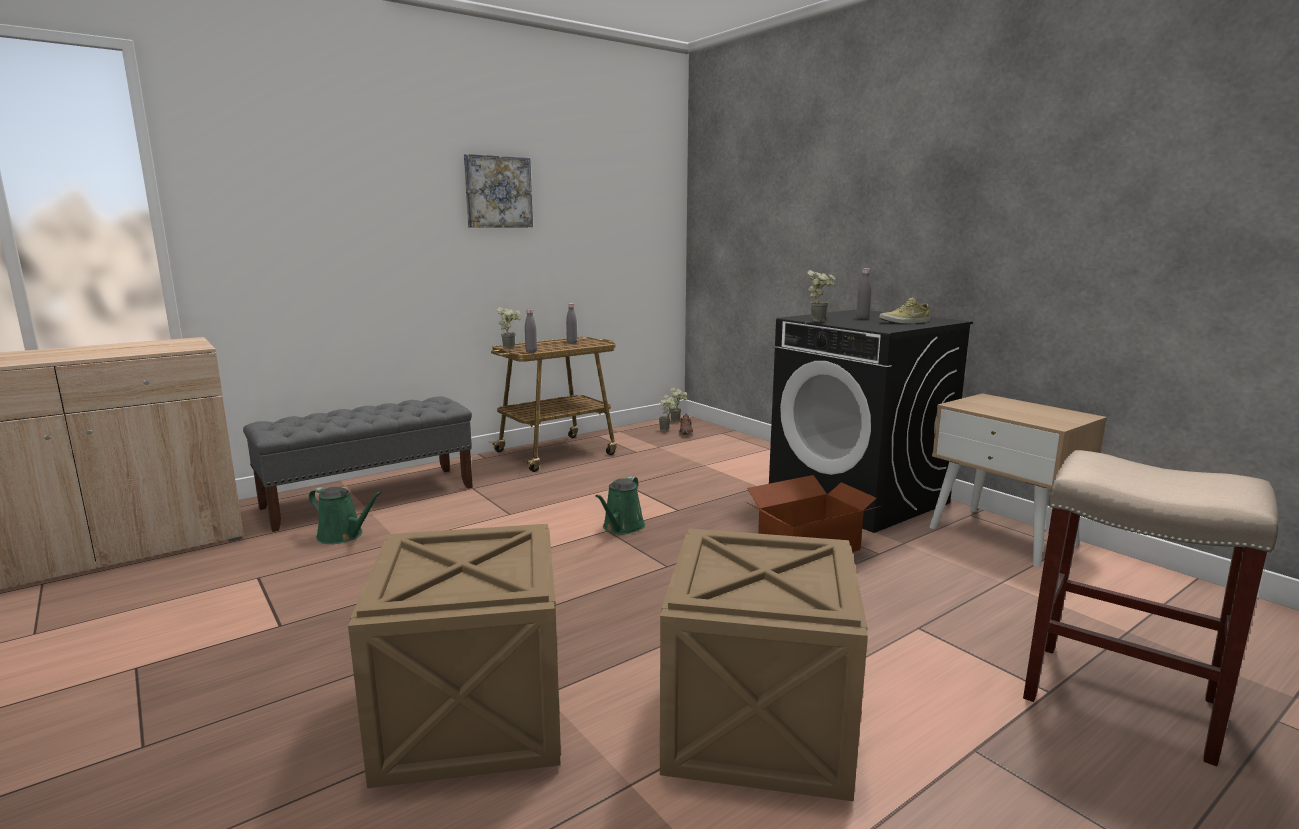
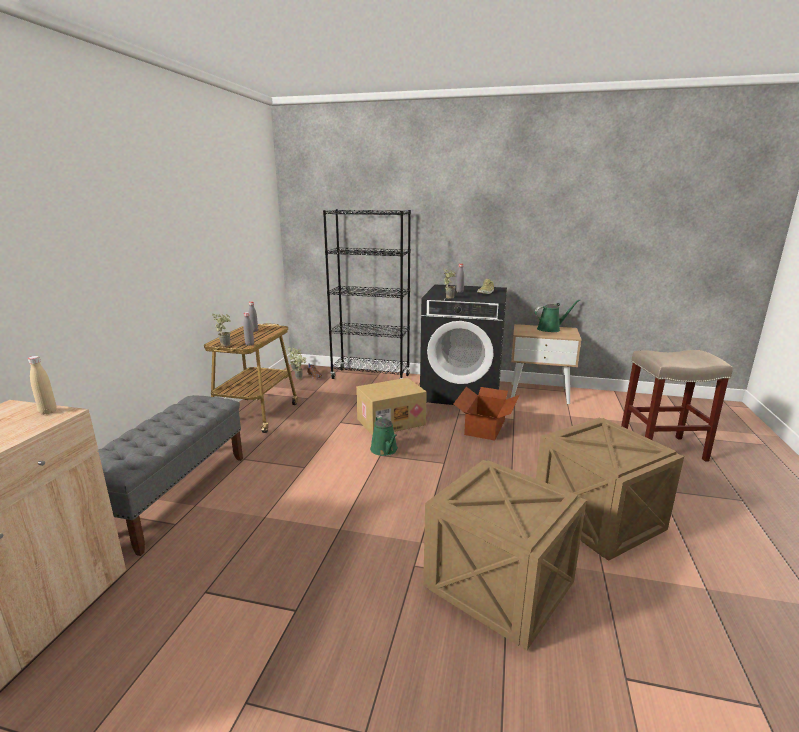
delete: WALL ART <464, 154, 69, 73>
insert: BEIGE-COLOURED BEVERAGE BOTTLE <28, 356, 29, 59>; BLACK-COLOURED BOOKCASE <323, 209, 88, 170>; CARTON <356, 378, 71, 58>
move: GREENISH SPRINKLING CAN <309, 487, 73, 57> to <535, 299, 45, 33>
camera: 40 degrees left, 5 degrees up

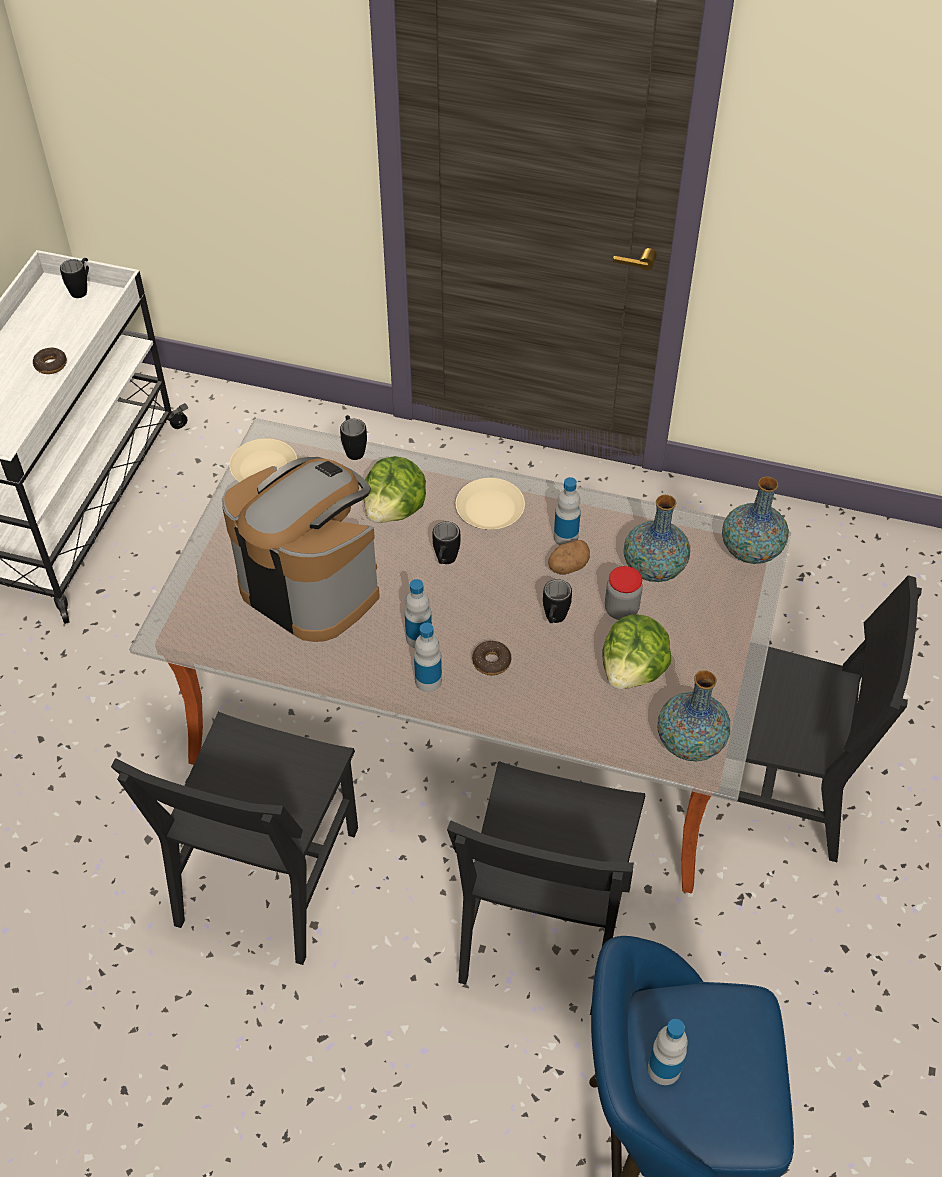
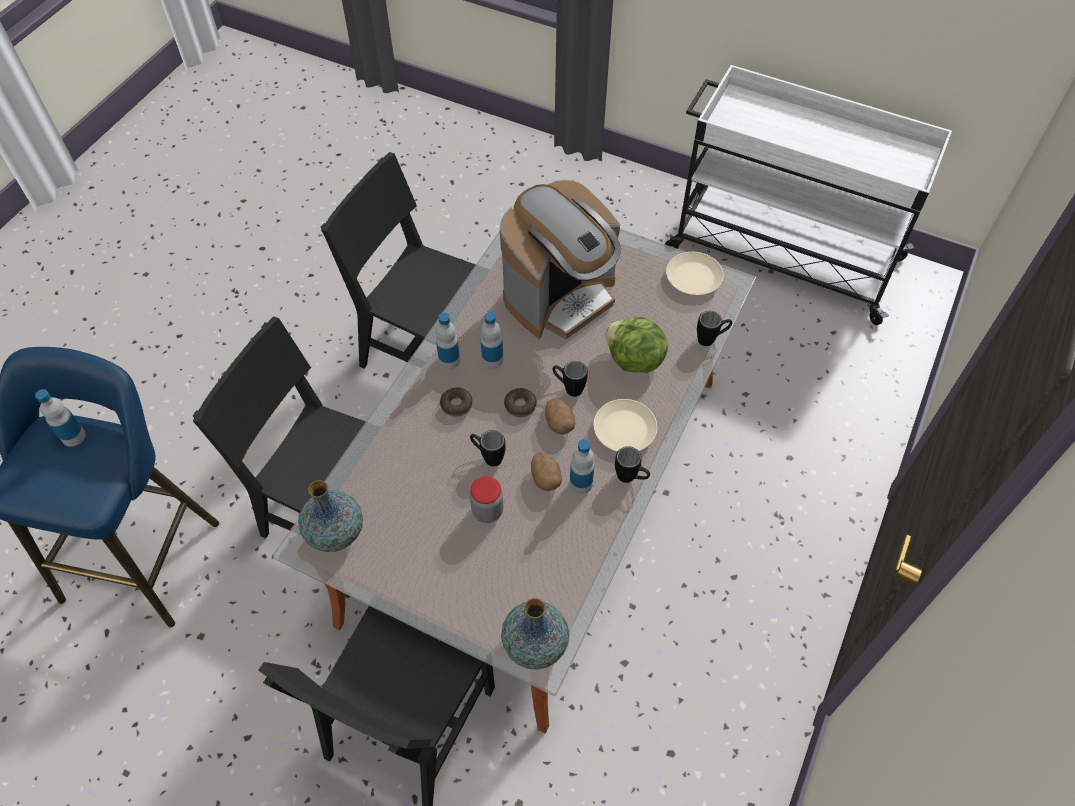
delete: LETTUCE HEAD <602, 615, 69, 74>; VASE <624, 495, 66, 87>
insert: WHOLE POTATO <545, 398, 30, 37>
move: RING DOUGHNUT <33, 348, 34, 26> to <504, 388, 33, 29>; BLACK-COLOURED COFFEE MUG <60, 258, 29, 40> to <615, 446, 35, 37>
camera: 100 degrees right, 5 degrees up

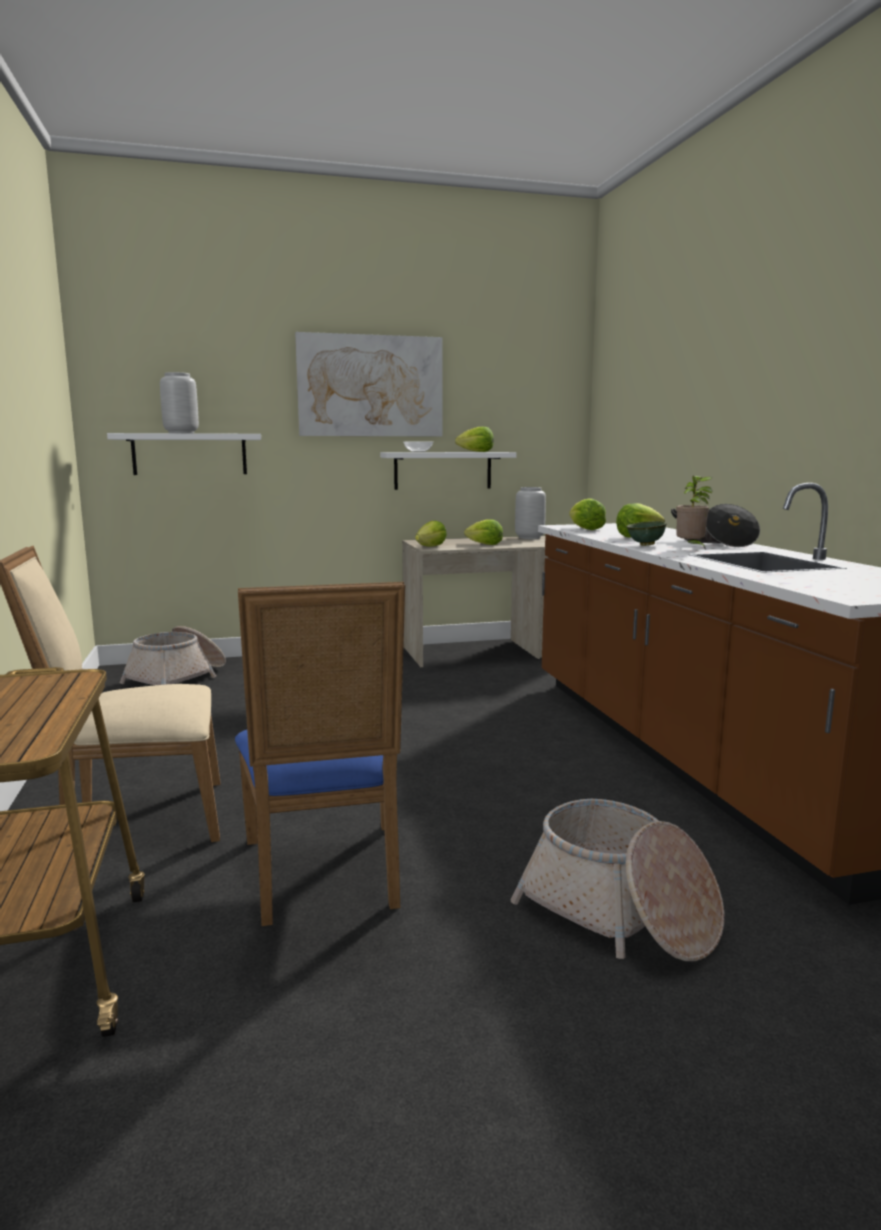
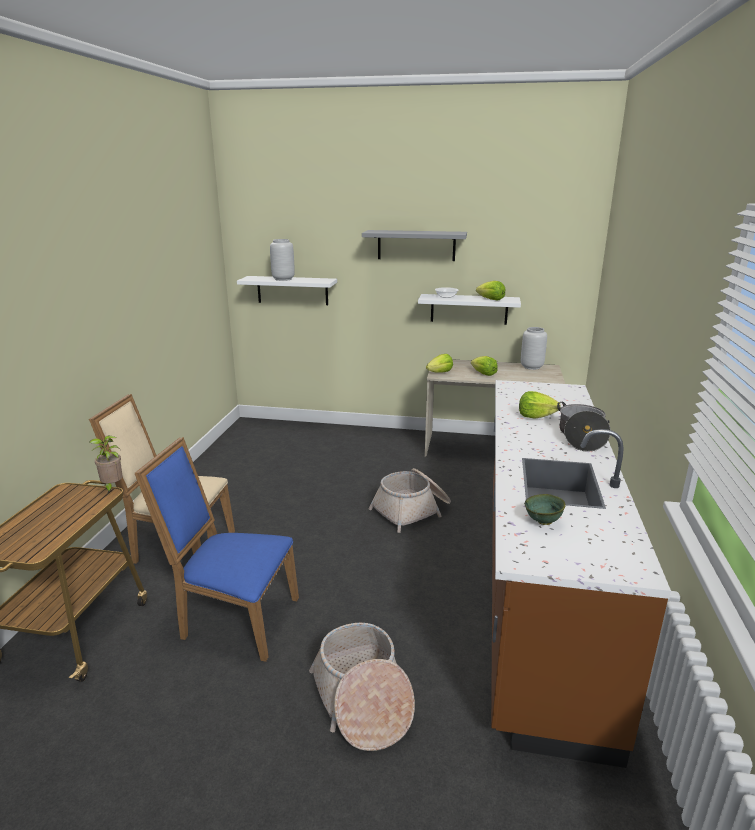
delete: LETTUCE HEAD <569, 498, 37, 32>
move: PLANT IN A POT <676, 476, 37, 74> to <90, 436, 33, 57>; BASKET <120, 626, 106, 59> to <369, 468, 82, 65>; GREENISH DEEP DISH <626, 521, 41, 25> to <525, 494, 41, 31>
replace: WALL ART <295, 332, 148, 104> to GREYISH WALL SHELF <362, 230, 105, 31>
rotate: BLUISH PLAIN CHAIR <235, 582, 170, 344> = <135, 437, 164, 225> 90 degrees clockwise
camera: 25 degrees right, 10 degrees up

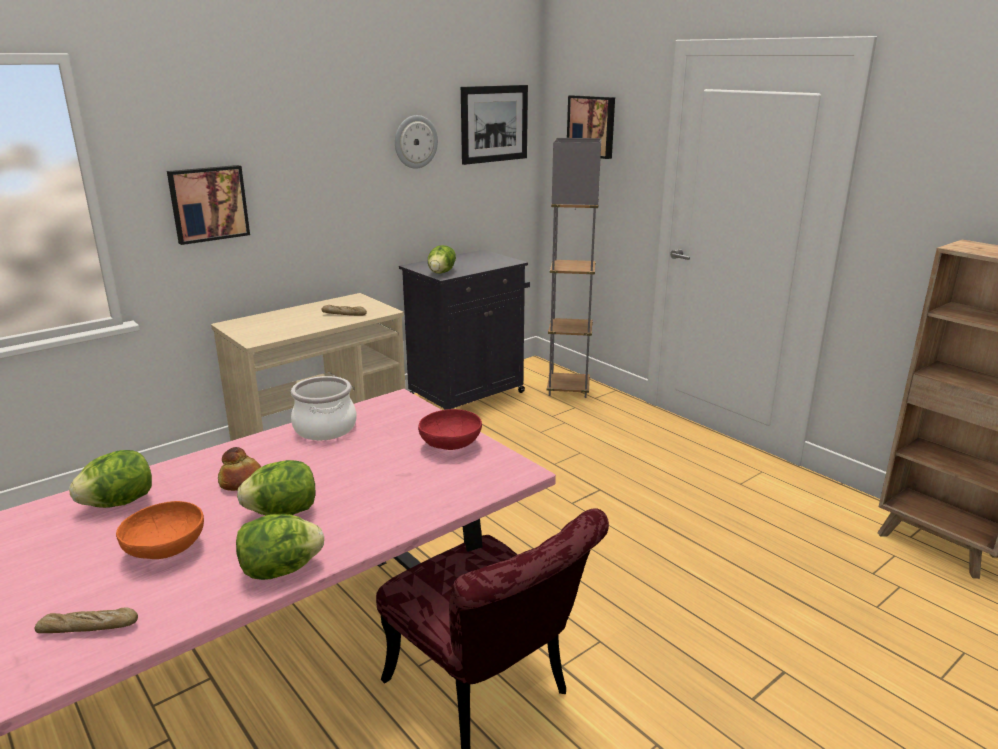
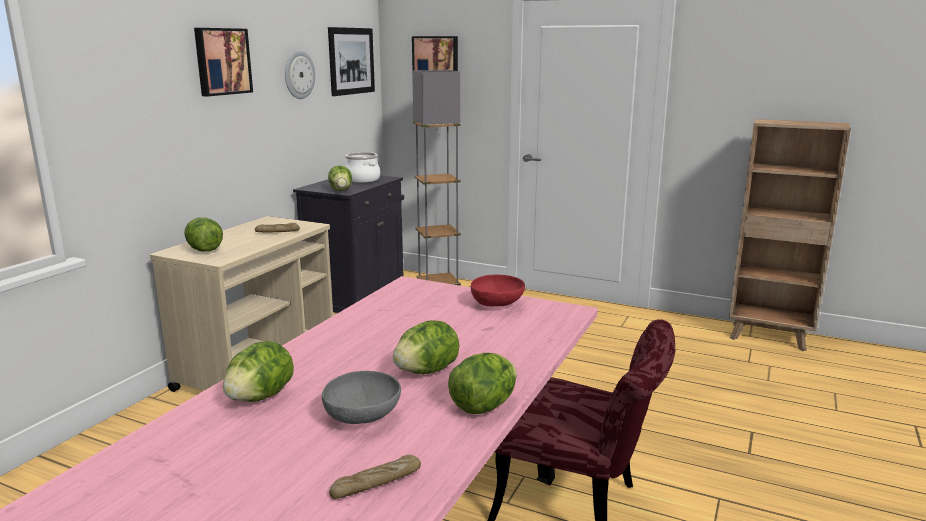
delete: BREAD <218, 447, 43, 44>
insert: LETTUCE HEAD <184, 217, 39, 34>
move: WALL ART <167, 165, 83, 80> to <194, 28, 59, 69>; STOCKPOT <291, 376, 66, 64> to <345, 152, 35, 31>
recolor: ORANGEY DEEP DISH <116, 501, 88, 58> to GREYISH DEEP DISH <322, 371, 79, 53>
camera: 25 degrees left, 5 degrees down

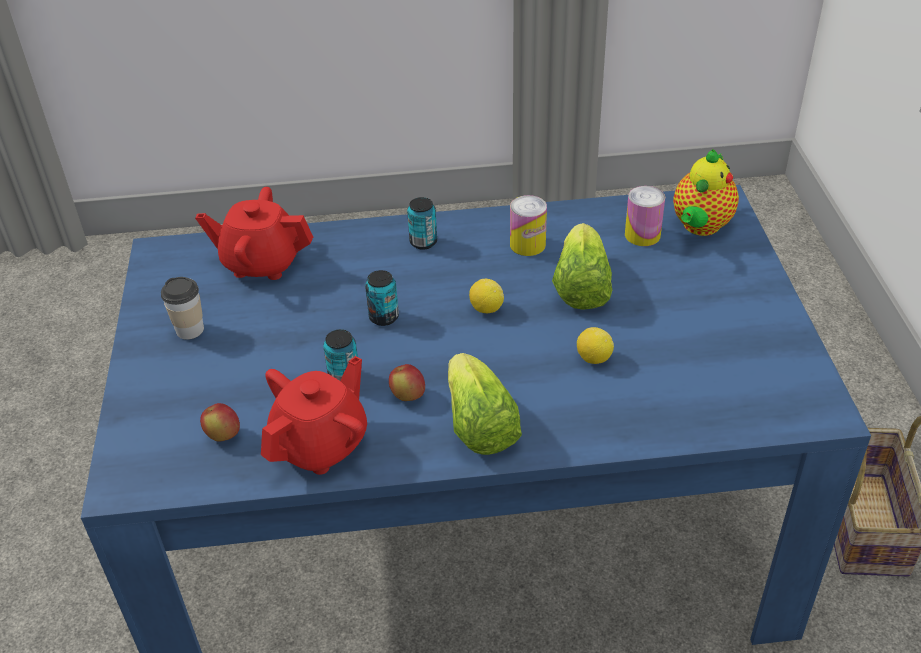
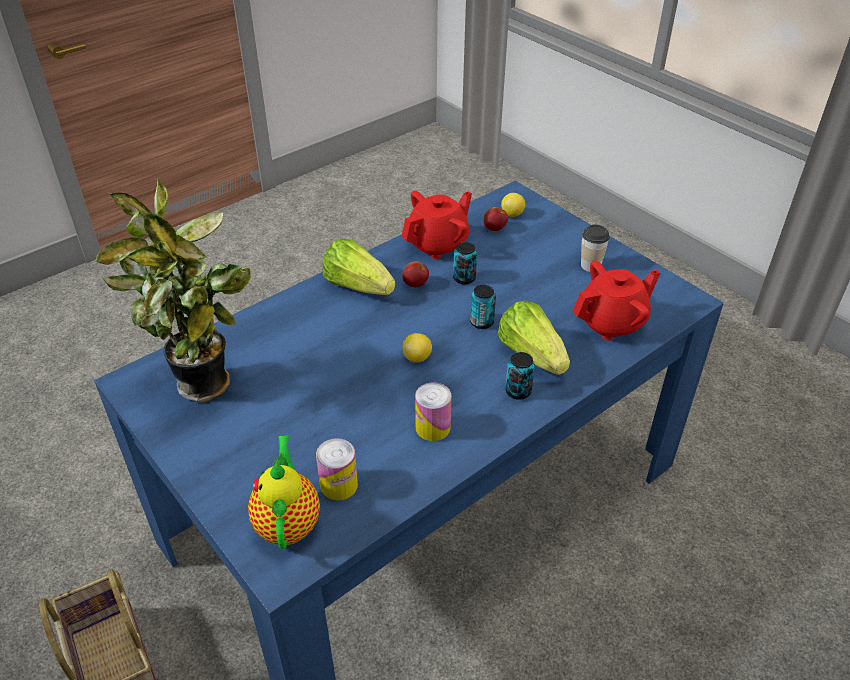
insert: PLANT IN A POT <95, 178, 156, 225>
move: LETTUCE HEAD <552, 223, 60, 87> to <497, 301, 73, 74>; WHOLE LEMON <577, 327, 37, 37> to <501, 193, 24, 24>
rotate: RED-COLOURED TEA POT <261, 356, 106, 119> = <401, 191, 71, 68> 135 degrees counterclockwise
camera: 145 degrees right, 0 degrees up

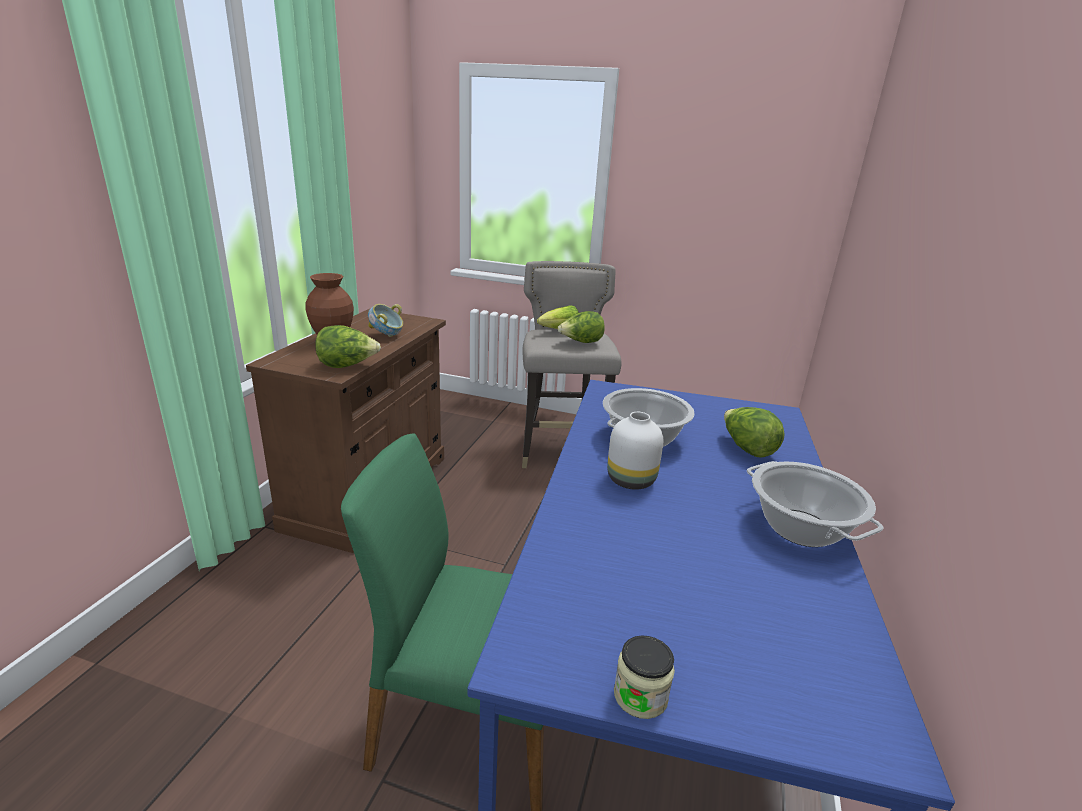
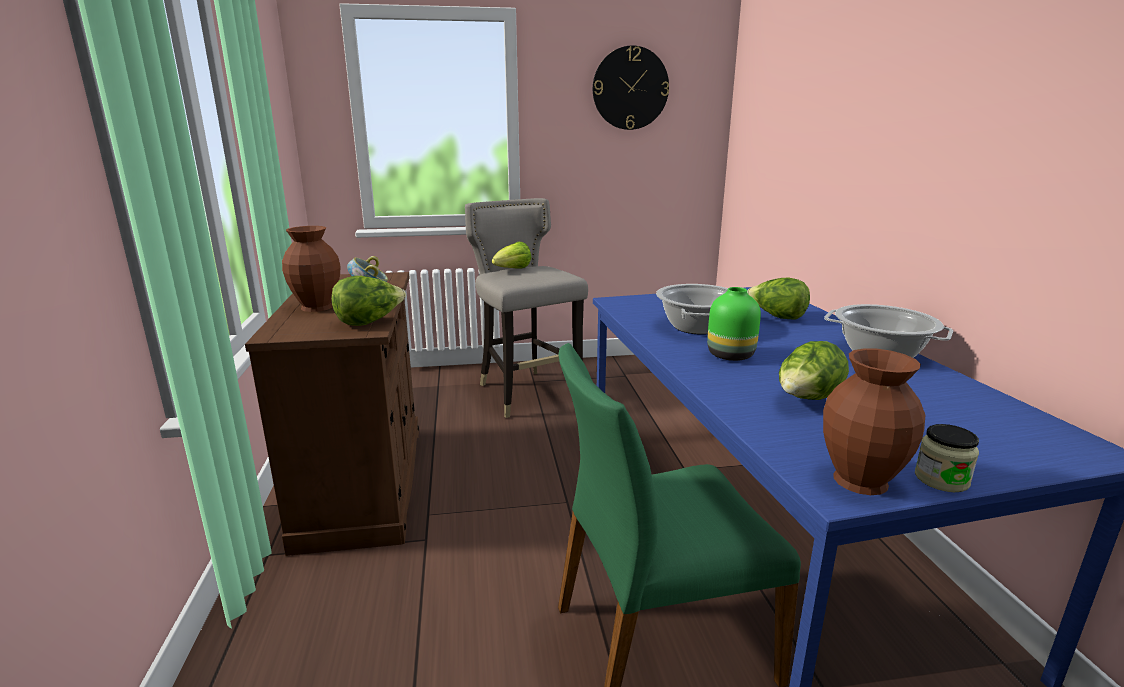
insert: HANGING CLOCK <593, 46, 76, 84>; BROWN VASE <823, 348, 103, 147>
move: LETTUCE HEAD <558, 311, 47, 32> to <779, 341, 70, 59>
recolor: WHITE VASE <607, 412, 57, 78> to GREENISH VASE <707, 287, 54, 74>
camera: 25 degrees left, 5 degrees down

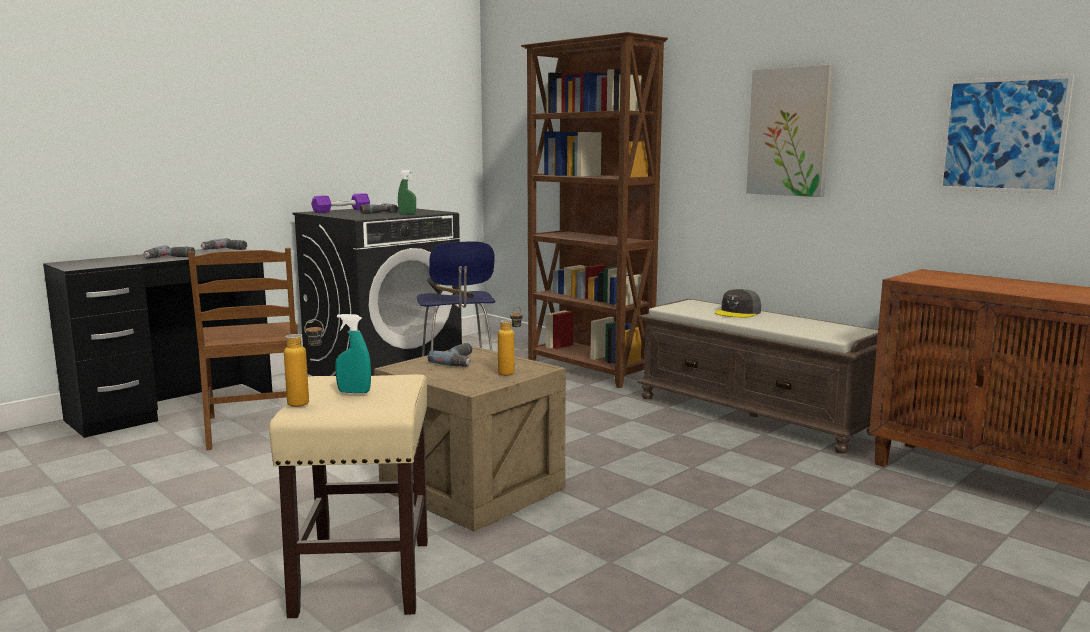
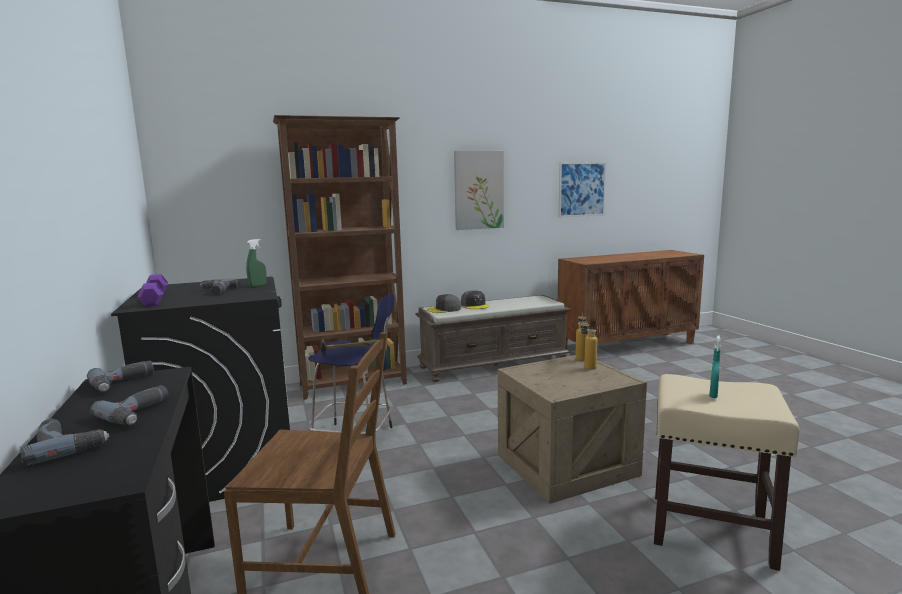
insert: GREYISH PEAKED CAP <427, 294, 34, 19>
move: ELECTRIC DRILL <428, 343, 44, 24> to <20, 419, 90, 47>; BEVERAGE BOTTLE <284, 319, 40, 88> to <576, 313, 12, 48>
camera: 65 degrees left, 0 degrees up

